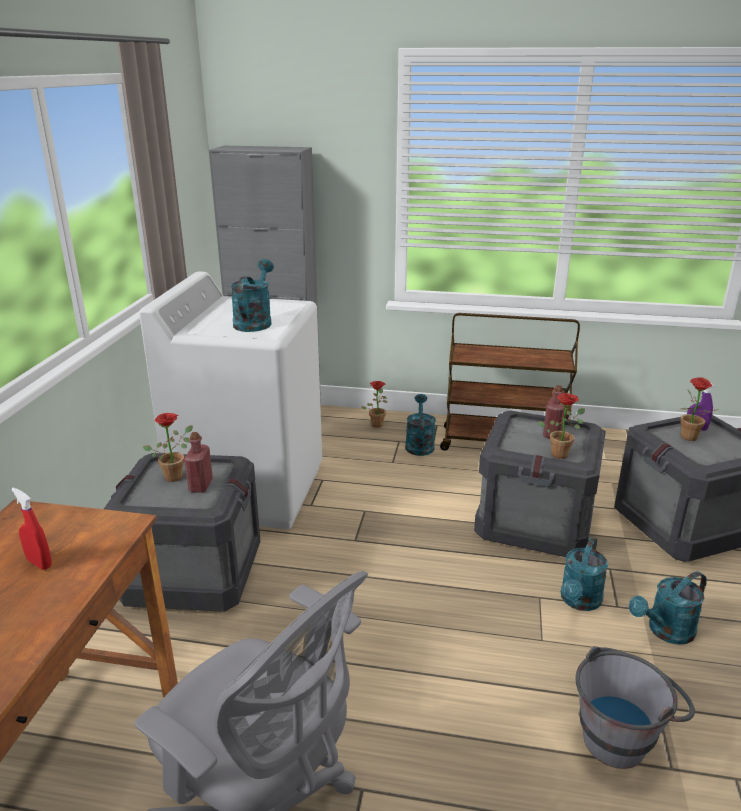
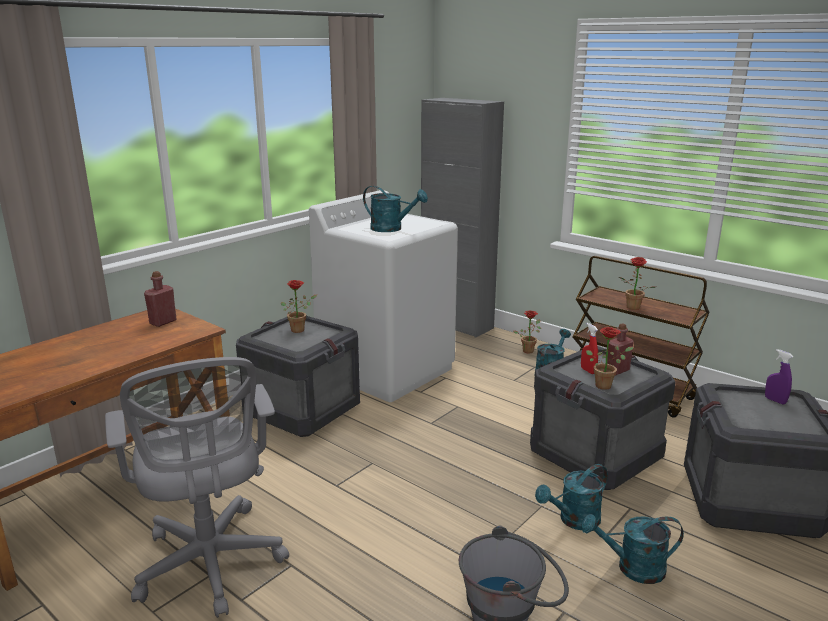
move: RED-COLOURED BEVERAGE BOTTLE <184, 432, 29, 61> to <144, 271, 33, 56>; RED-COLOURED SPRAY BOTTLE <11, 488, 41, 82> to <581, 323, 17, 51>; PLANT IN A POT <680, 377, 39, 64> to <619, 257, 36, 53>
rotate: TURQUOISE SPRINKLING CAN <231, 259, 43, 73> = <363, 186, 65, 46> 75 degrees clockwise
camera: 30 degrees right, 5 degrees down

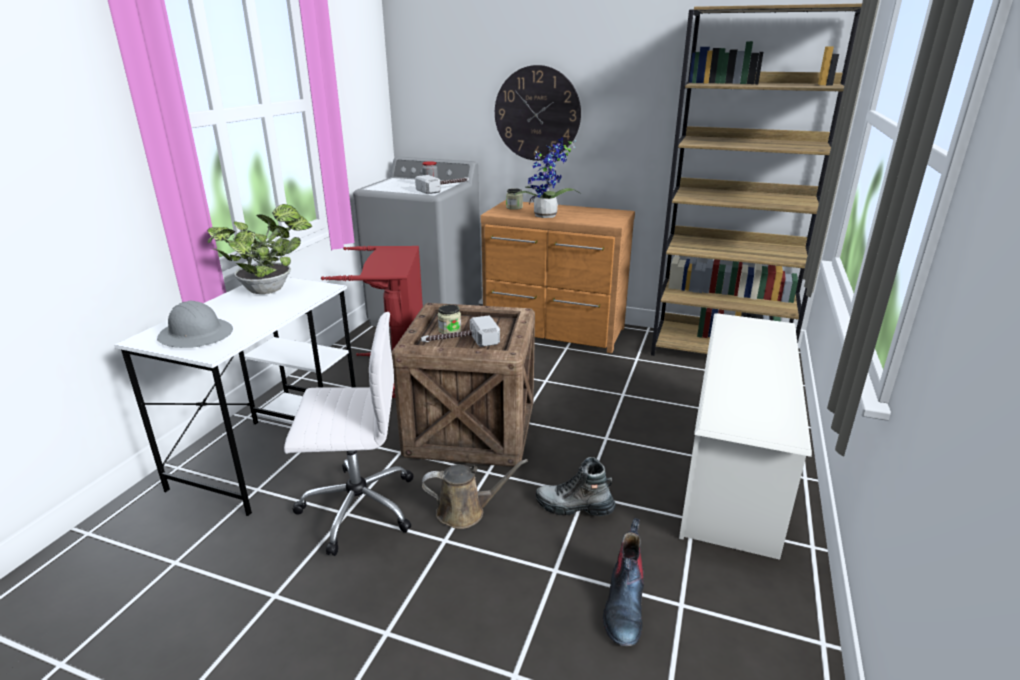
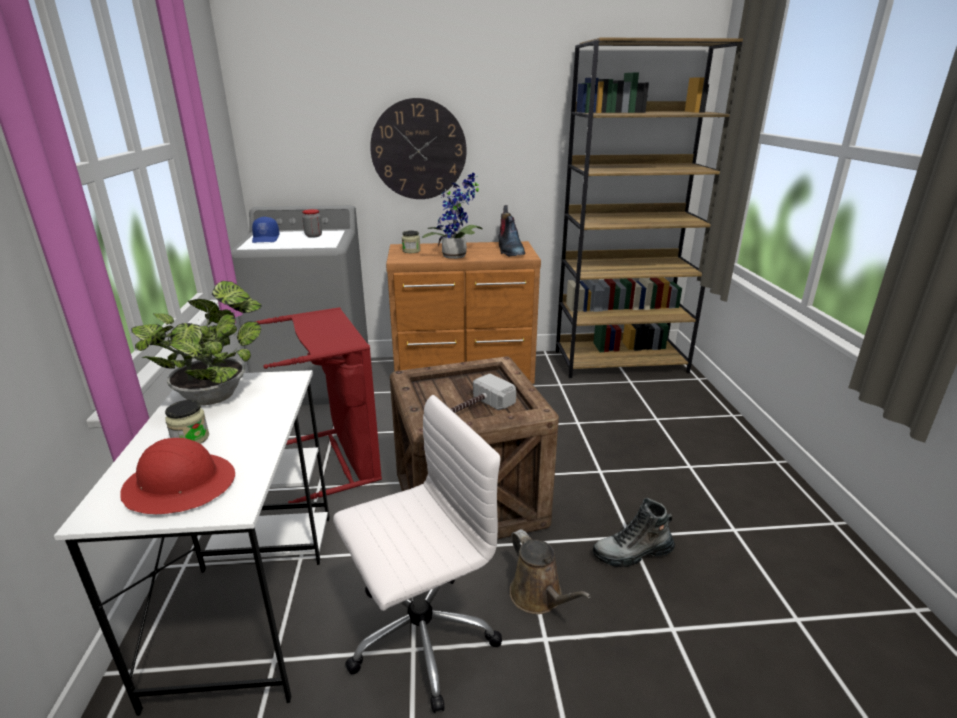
delete: HAMMER <415, 175, 54, 19>; WHITE SHOE SHELF <679, 313, 133, 247>
insert: BLUISH PEAKED CAP <252, 217, 28, 26>
move: STORAGE JAR <438, 305, 23, 29> to <165, 400, 44, 44>; BOOT <603, 518, 41, 128> to <498, 205, 27, 52>
recolor: GREYISH SAFETY HELMET <157, 301, 76, 47> to RED-COLOURED SAFETY HELMET <120, 438, 115, 76>
rotate: BROWN SPRINKLING CAN <422, 459, 106, 70> = <510, 529, 81, 85> 90 degrees clockwise
camera: 25 degrees left, 0 degrees up

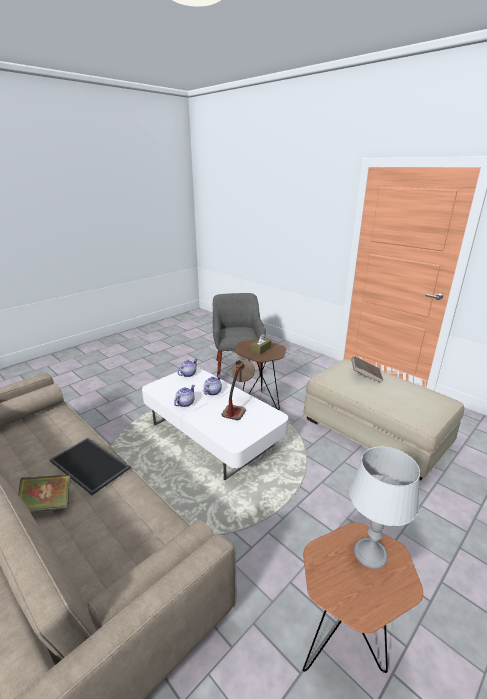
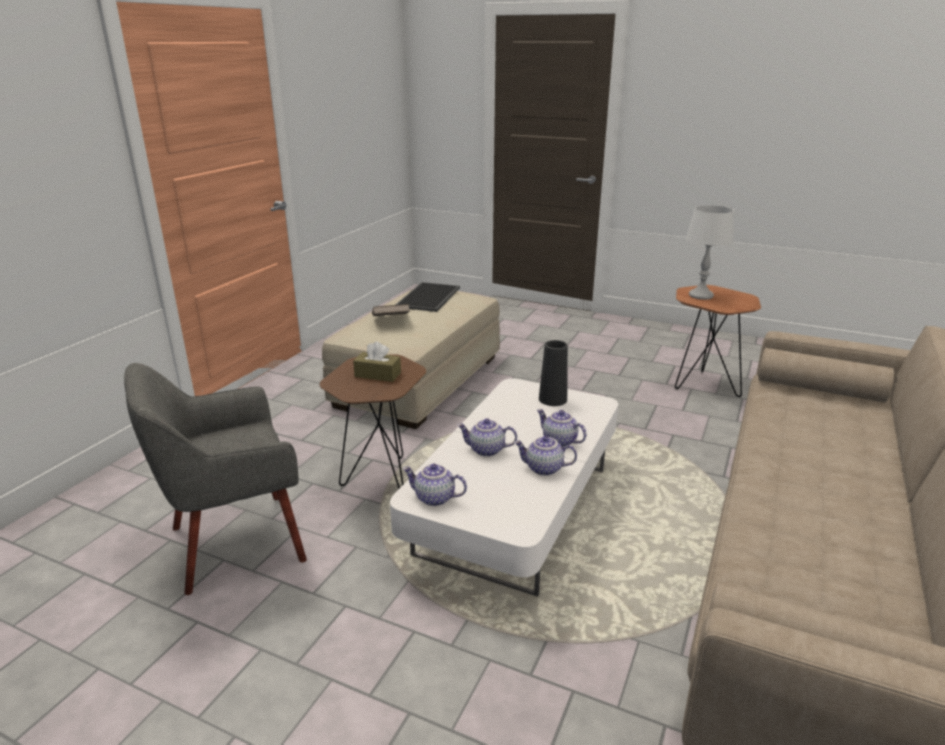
delete: VOLUME <18, 474, 53, 38>; TABLETOP LAMP <222, 360, 33, 60>
insert: TEA POT <537, 409, 50, 38>; BLACK-COLOURED VASE <539, 340, 29, 66>
move: CARRYING TRAY <50, 438, 80, 57> to <395, 282, 65, 30>
camera: 110 degrees left, 0 degrees up

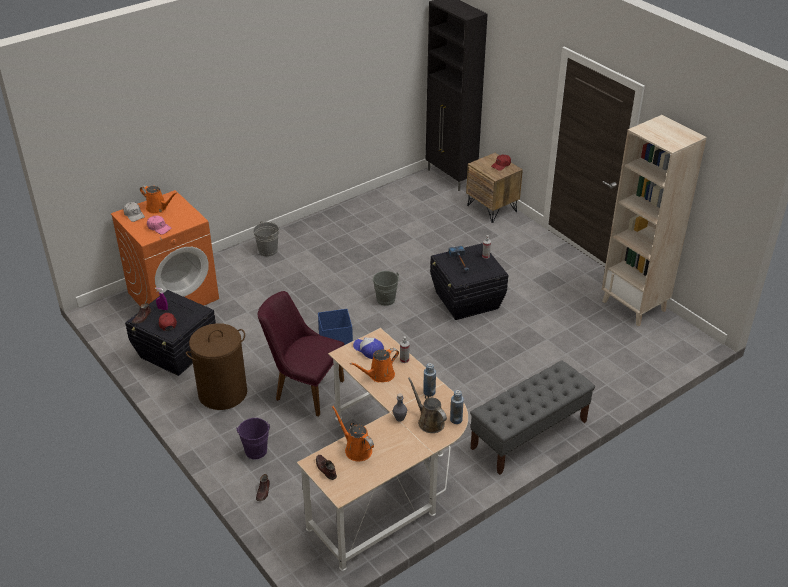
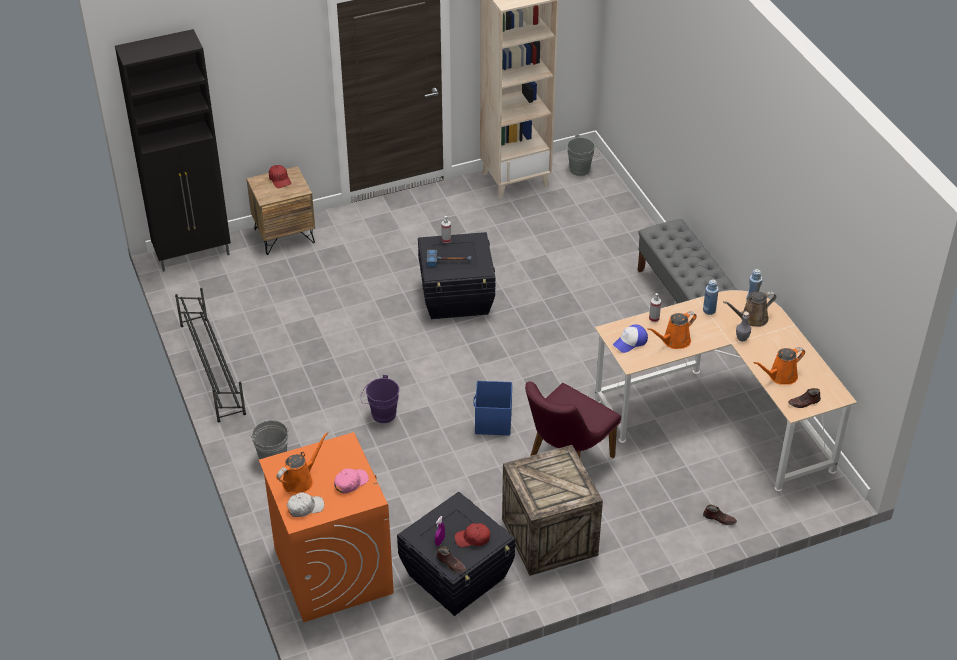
insert: BLACK-COLOURED SHOE SHELF <175, 288, 71, 134>
move: PURPLE WATER BUCKET <236, 418, 34, 41> to <361, 375, 38, 48>; GREYISH WATER BUCKET <373, 271, 28, 35> to <567, 135, 33, 41>
replace: BROWN HAMPER <186, 323, 61, 87> to SHIPPING CRATE <502, 445, 101, 131>
rotate: ORANGEY SPRINKLING CAN <350, 348, 49, 34> = <647, 311, 50, 38> 75 degrees clockwise
camera: 75 degrees left, 5 degrees up

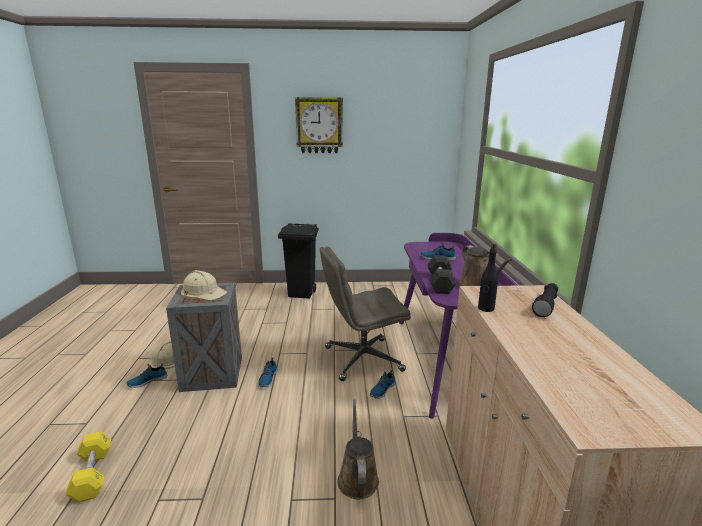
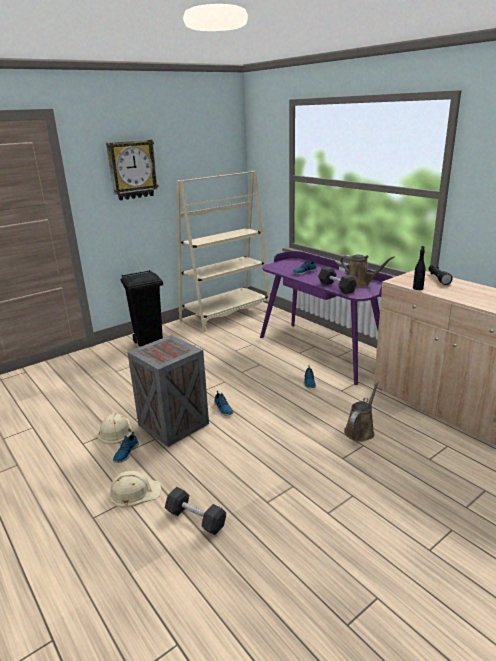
delete: GREYISH OFFICE CHAIR <320, 246, 91, 135>
insert: BEIGE-COLOURED BOOKCASE <177, 171, 93, 161>
move: BEIGE-COLOURED SAFETY HELMET <181, 270, 46, 30> to <109, 471, 52, 37>
recolor: YELLOWISH DUMBBELL <65, 431, 46, 72> to BLACK-COLOURED DUMBBELL <165, 487, 61, 48>
rotate: BROWN SPRINKLING CAN <337, 399, 42, 100> = <344, 381, 35, 60> 75 degrees clockwise
camera: 35 degrees left, 5 degrees up

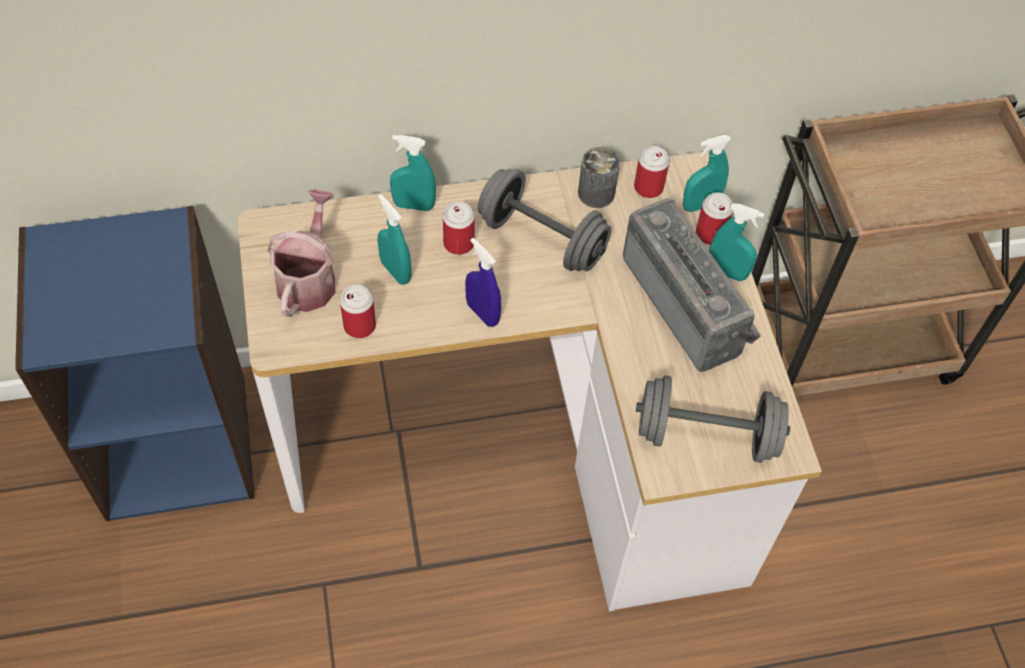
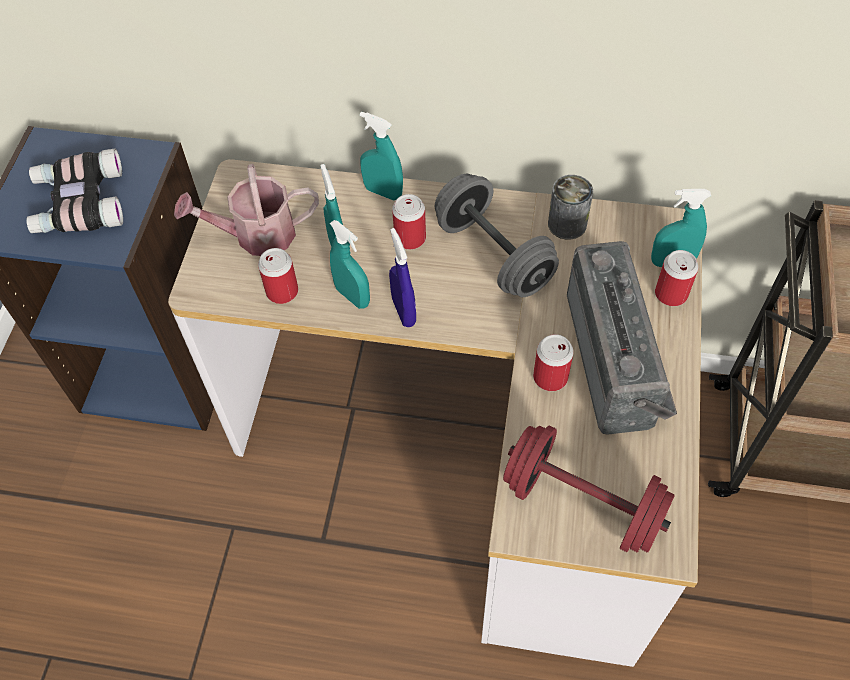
insert: PAIR OF BINOCULARS <26, 149, 97, 84>
move: TURQUOISE SPRAY BOTTLE <709, 204, 55, 77> to <330, 220, 40, 89>; SEALED CAN <634, 146, 35, 52> to <533, 334, 40, 57>
recolor: GREYISH DUMBBELL <636, 375, 154, 88> to RED-COLOURED DUMBBELL <503, 425, 172, 128>
rotate: SPRINKLING CAN <267, 190, 68, 127> = <174, 164, 145, 92> 135 degrees counterclockwise
camera: 25 degrees right, 0 degrees up

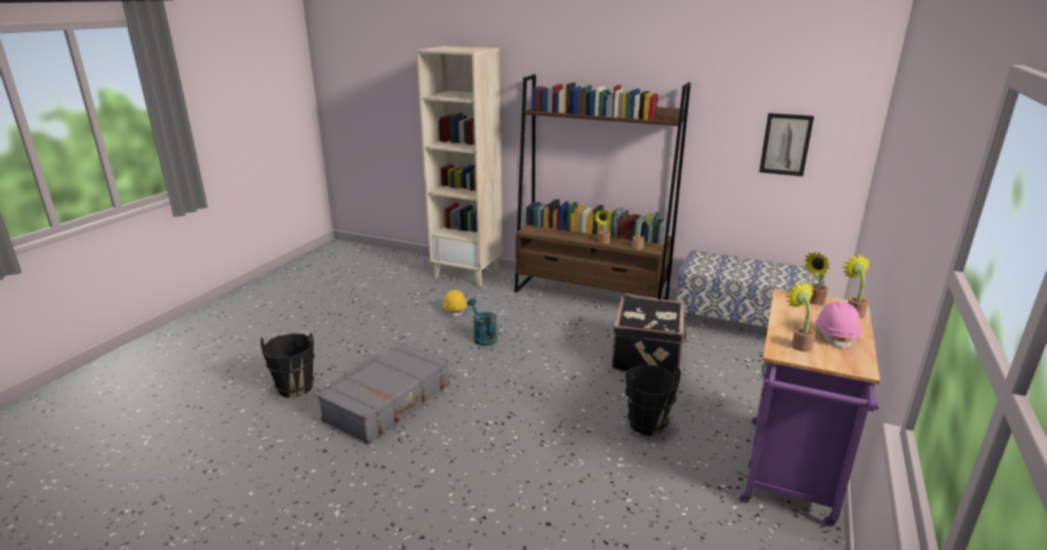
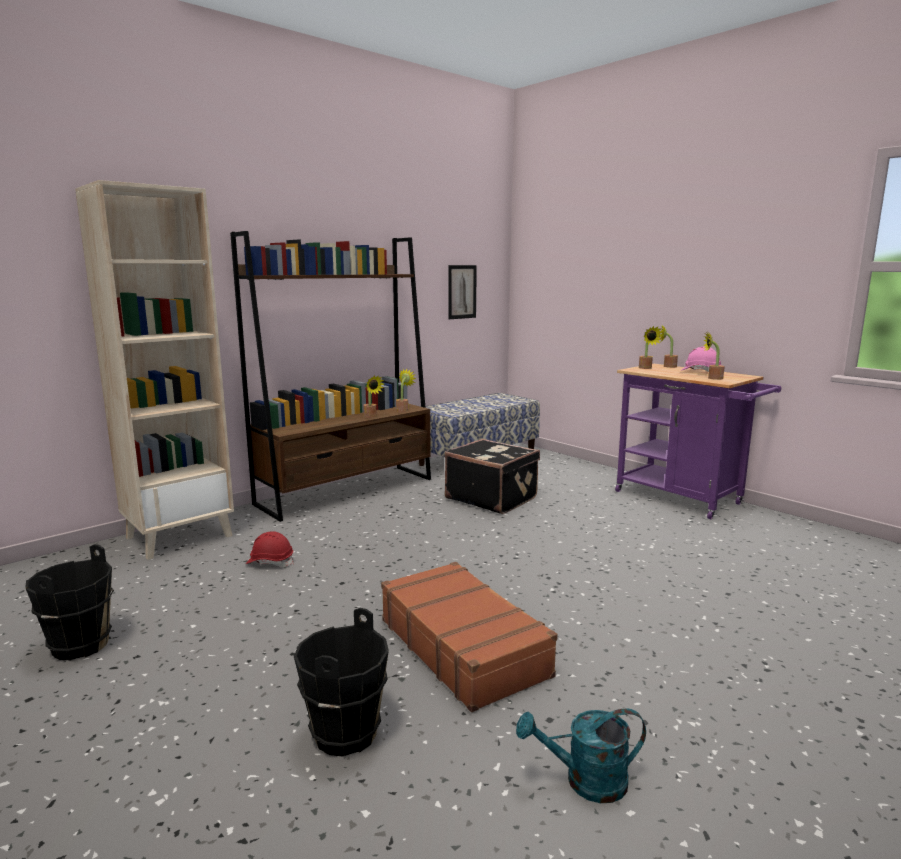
move: BLACK-COLOURED WATER BUCKET <625, 365, 56, 71> to <25, 544, 89, 116>; TURQUOISE SPRINKLING CAN <467, 298, 30, 48> to <516, 708, 130, 95>
recolor: YELLOWISH SAFETY HELMET <443, 290, 24, 27> to RED-COLOURED SAFETY HELMET <246, 531, 47, 36>; GREYISH PIECE OF LUGGAGE <318, 343, 132, 101> to BROWN PIECE OF LUGGAGE <381, 562, 177, 150>
camera: 65 degrees left, 10 degrees down

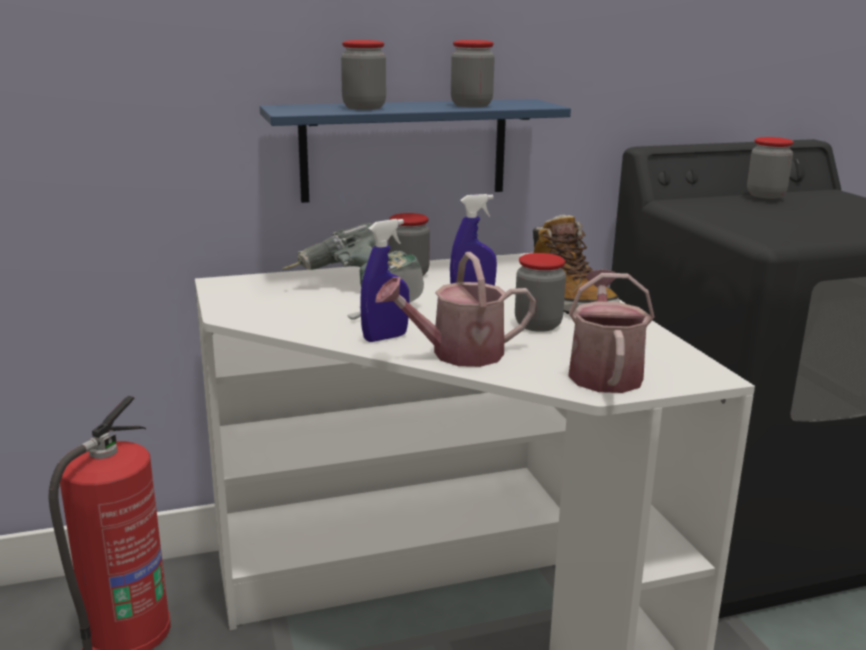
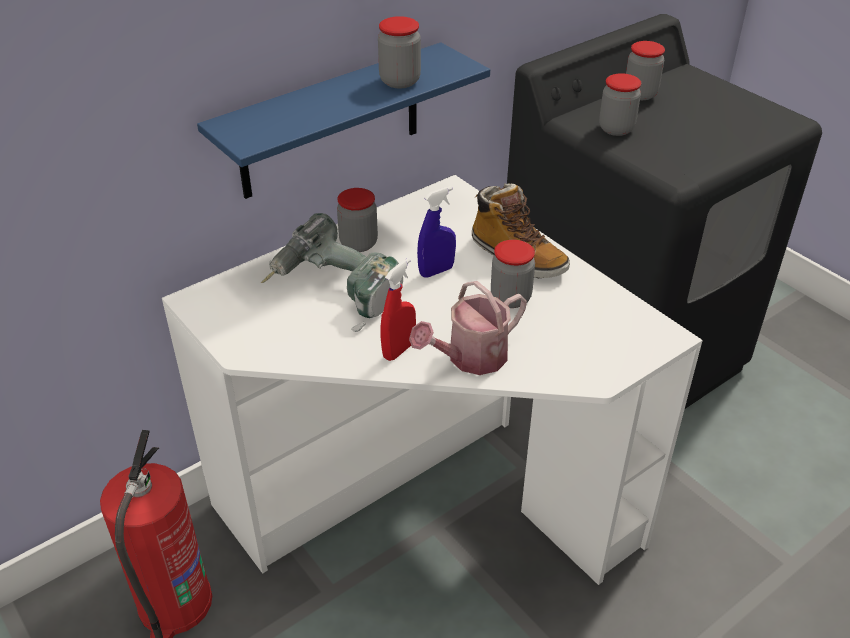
delete: SPRINKLING CAN <568, 269, 87, 124>
move: STORAGE JAR <341, 40, 45, 70> to <599, 73, 42, 63>
recolor: BLUISH SPRAY BOTTLE <360, 219, 50, 123> to RED-COLOURED SPRAY BOTTLE <380, 258, 36, 103>
camera: 20 degrees left, 20 degrees up

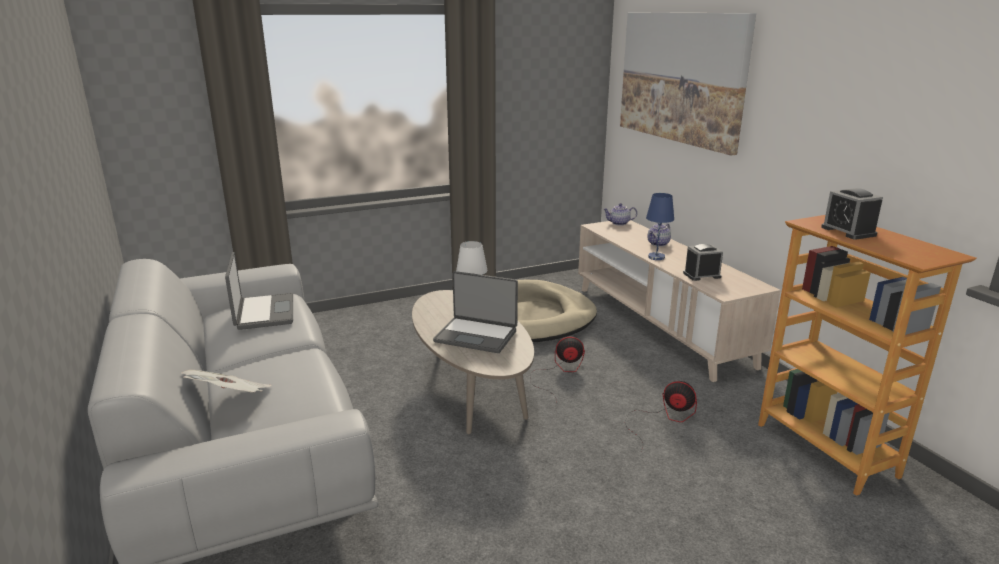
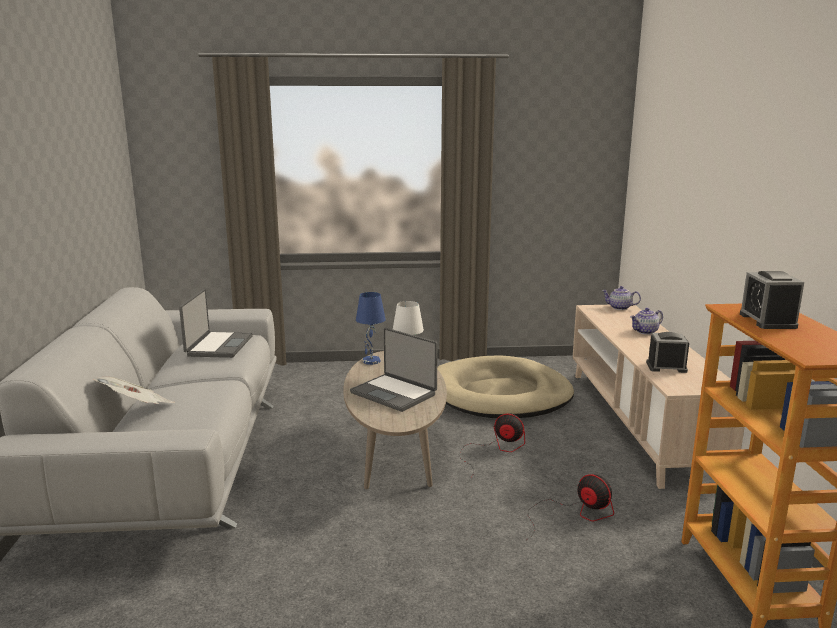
delete: WALL ART <620, 13, 136, 143>
move: BLUISH TABLETOP LAMP <646, 193, 28, 67> to <356, 292, 30, 73>
camera: 20 degrees right, 5 degrees down

